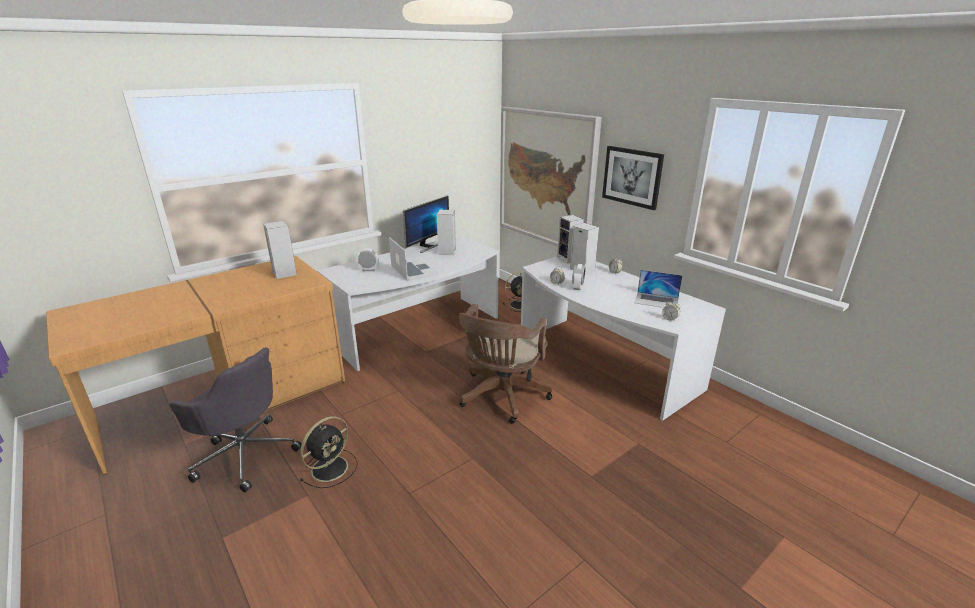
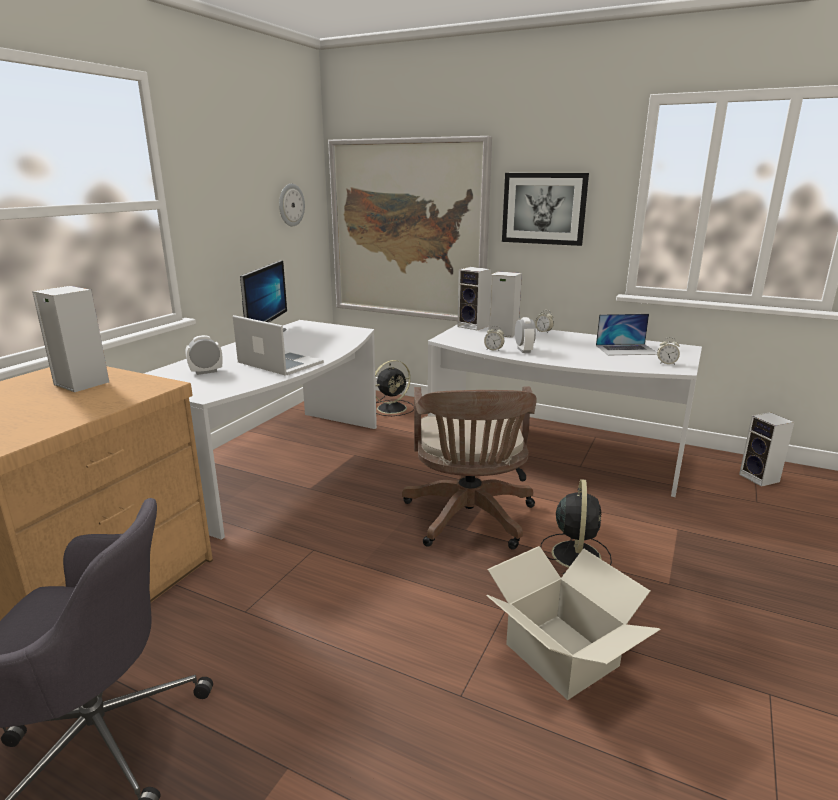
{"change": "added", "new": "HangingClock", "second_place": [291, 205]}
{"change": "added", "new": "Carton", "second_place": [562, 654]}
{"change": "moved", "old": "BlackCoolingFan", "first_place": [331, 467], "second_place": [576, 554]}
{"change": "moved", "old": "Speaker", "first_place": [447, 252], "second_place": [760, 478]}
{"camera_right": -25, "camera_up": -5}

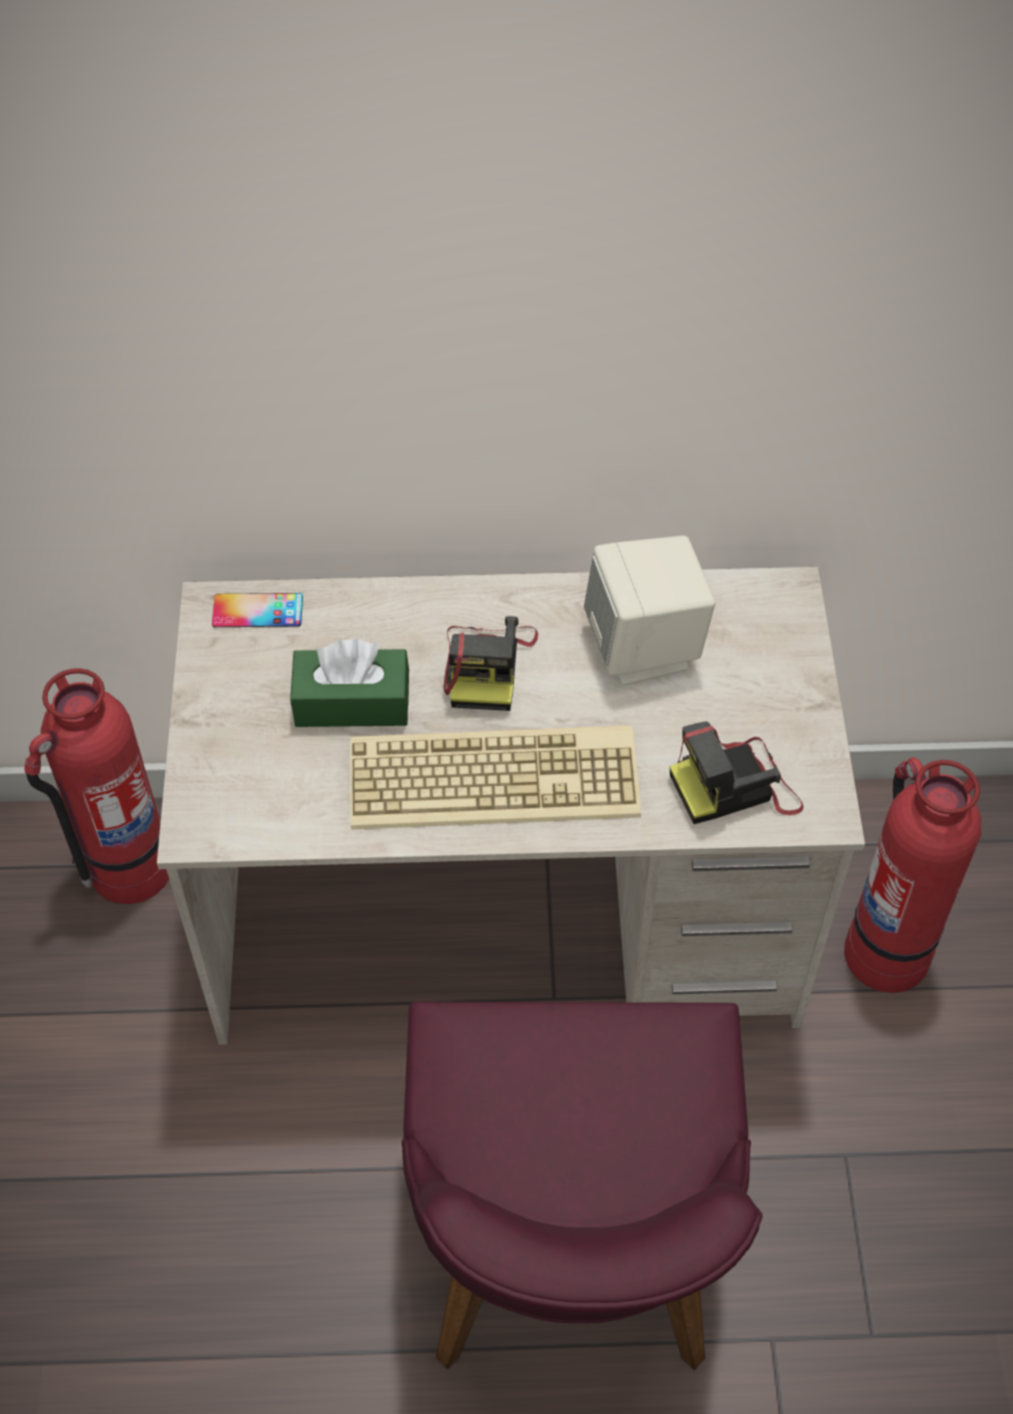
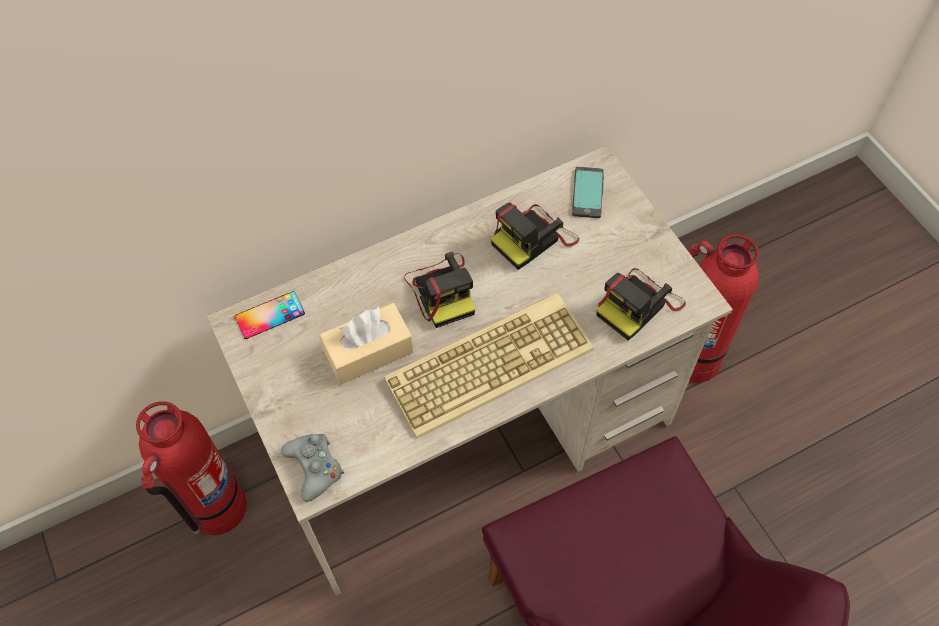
{"change": "added", "new": "GreyishGameController", "second_place": [314, 467]}
{"change": "recoloured", "old": "GreenTissueBox", "new": "SandColouredTissueBox", "first_place": [352, 702], "second_place": [368, 352]}
{"change": "replaced", "old": "SandColouredSpeaker", "new": "PhotoCamera", "first_place": [644, 648], "second_place": [533, 238]}
{"change": "added", "new": "Handset", "second_place": [588, 193]}
{"camera_right": -25, "camera_up": 5}

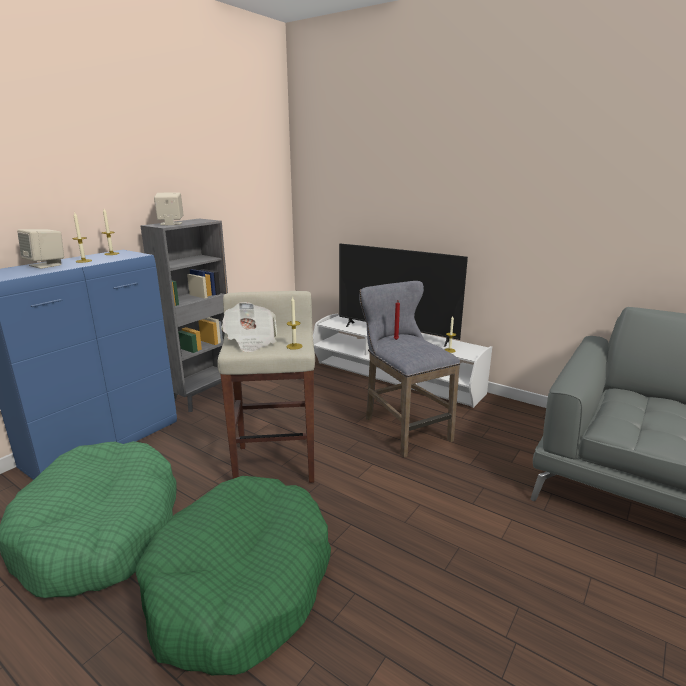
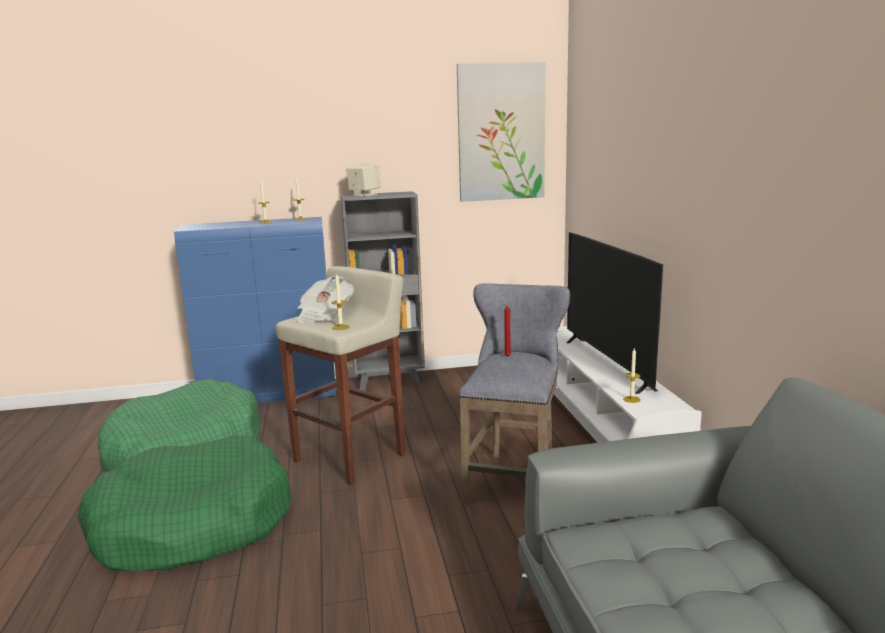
{"change": "added", "new": "WallArt", "second_place": [501, 132]}
{"change": "removed", "old": "SandColouredSpeaker", "first_place": [46, 265]}
{"camera_right": 45, "camera_up": -5}

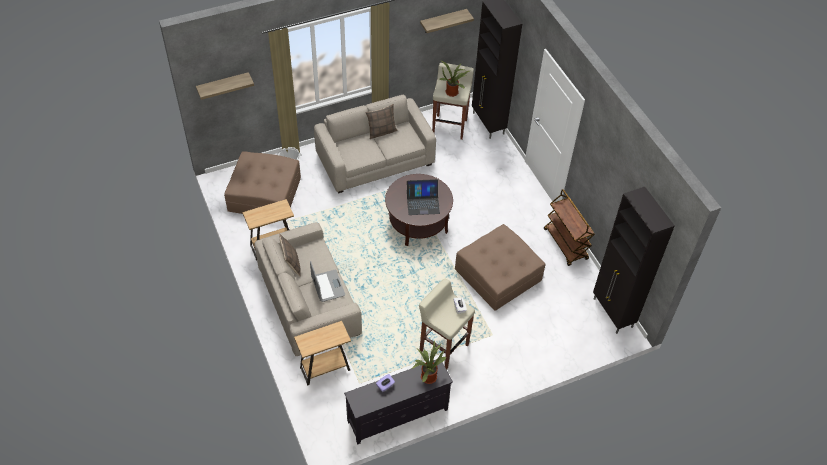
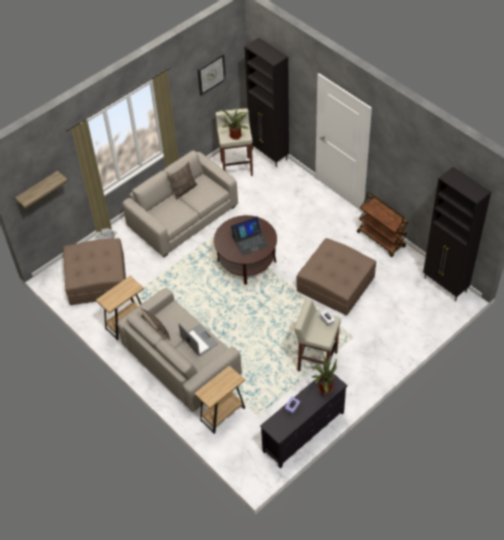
{"change": "replaced", "old": "WallShelf", "new": "HangingClock", "first_place": [443, 21], "second_place": [211, 74]}
{"camera_right": -15, "camera_up": 0}

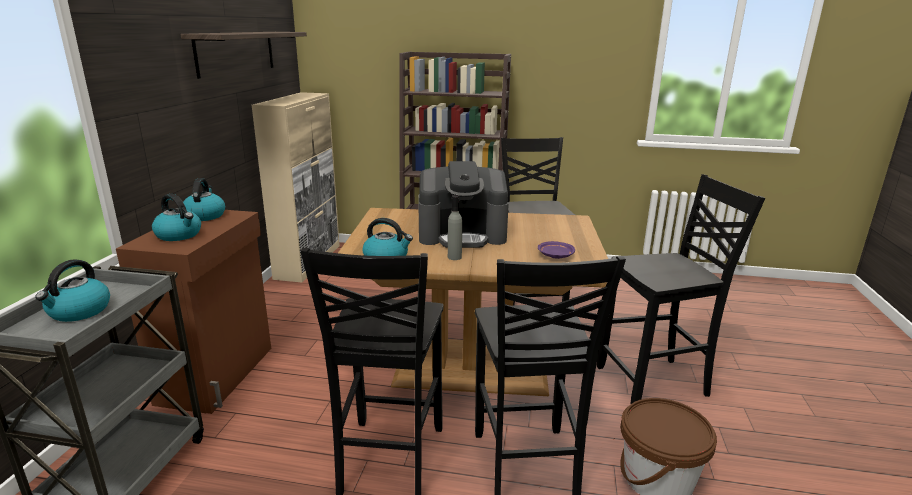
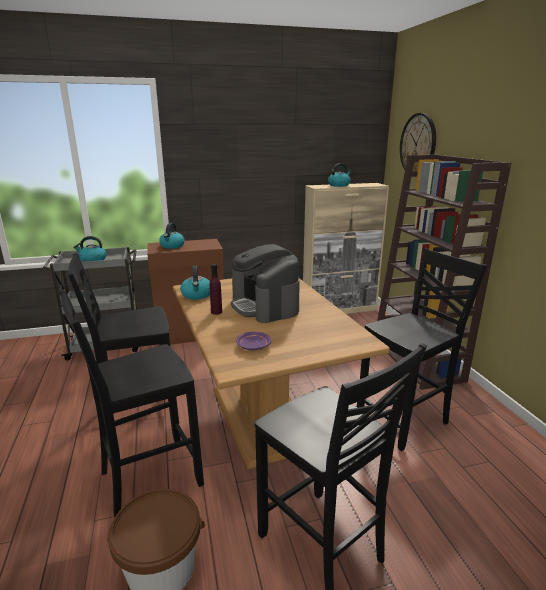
{"change": "recoloured", "old": "GreyishBeverageBottle", "new": "PurplishBeverageBottle", "first_place": [454, 257], "second_place": [216, 312]}
{"change": "moved", "old": "WaterKettle", "first_place": [205, 215], "second_place": [339, 185]}
{"change": "added", "new": "HangingClock", "second_place": [418, 144]}
{"change": "removed", "old": "WallShelf", "first_place": [236, 52]}
{"camera_right": 65, "camera_up": 0}

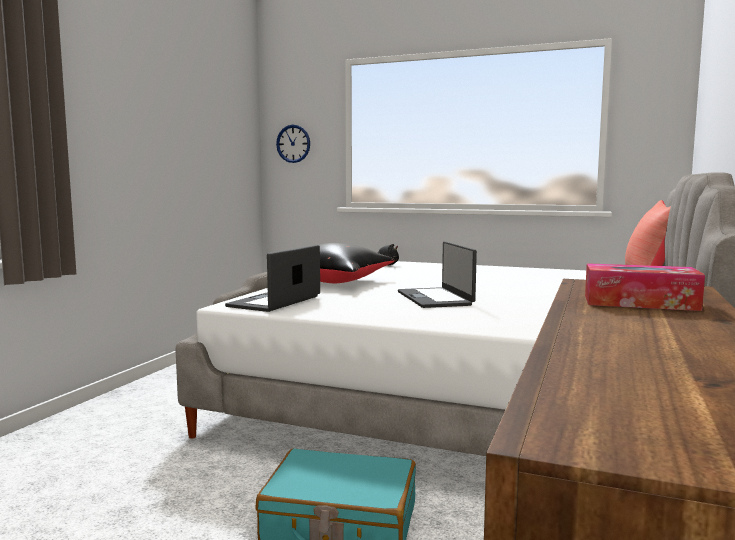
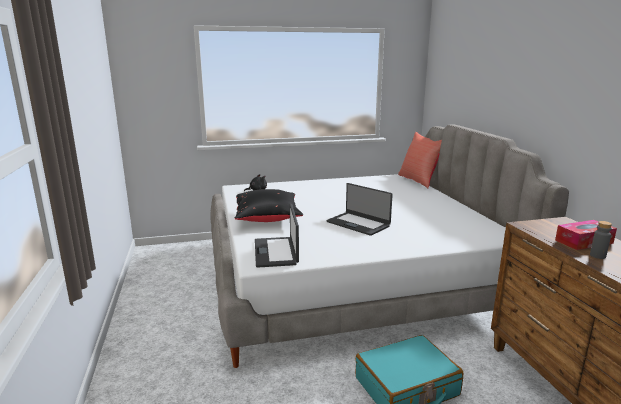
{"change": "added", "new": "GreyishBeverageBottle", "second_place": [597, 256]}
{"change": "removed", "old": "HangingClock", "first_place": [293, 143]}
{"camera_right": -35, "camera_up": 10}

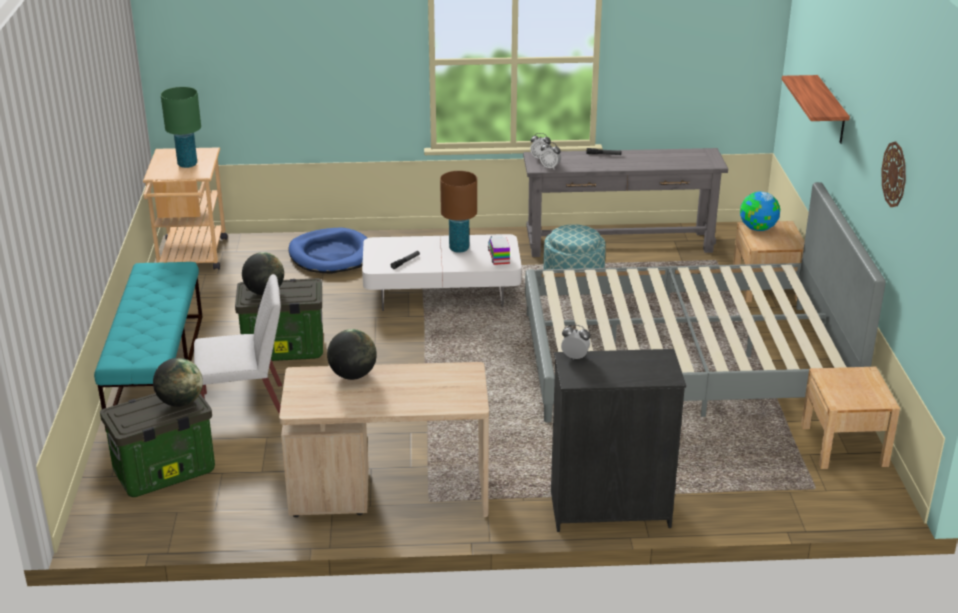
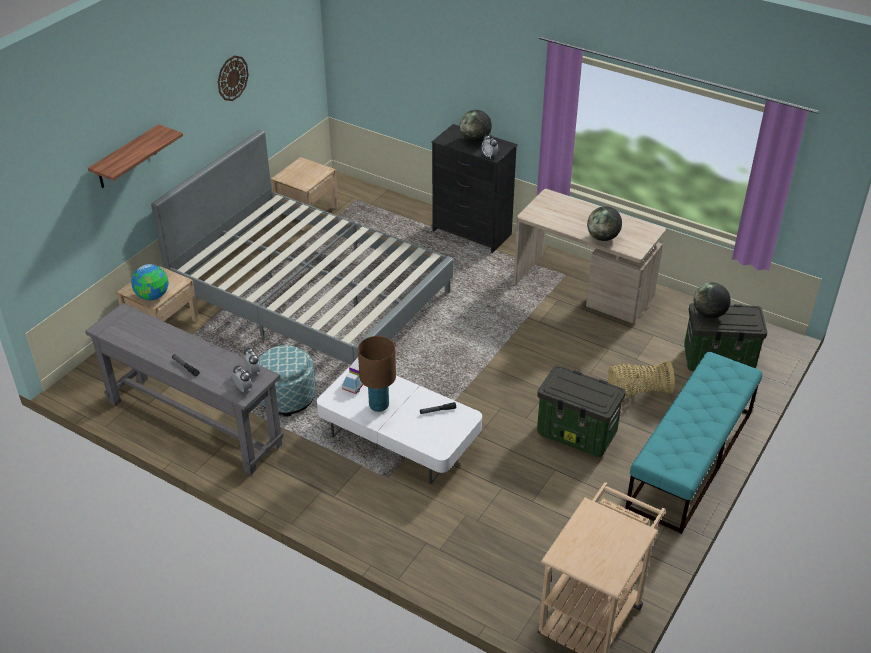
{"change": "moved", "old": "DeskGlobe", "first_place": [264, 292], "second_place": [475, 140]}
{"change": "replaced", "old": "WhitishUprightChair", "new": "Basket", "first_place": [245, 406], "second_place": [637, 391]}
{"change": "removed", "old": "GreenTabletopLamp", "first_place": [187, 164]}
{"change": "removed", "old": "BluishDogBed", "first_place": [331, 255]}
{"camera_right": -145, "camera_up": 10}

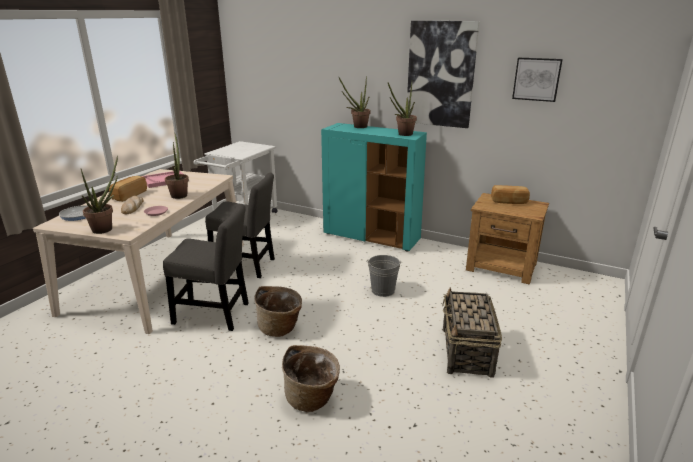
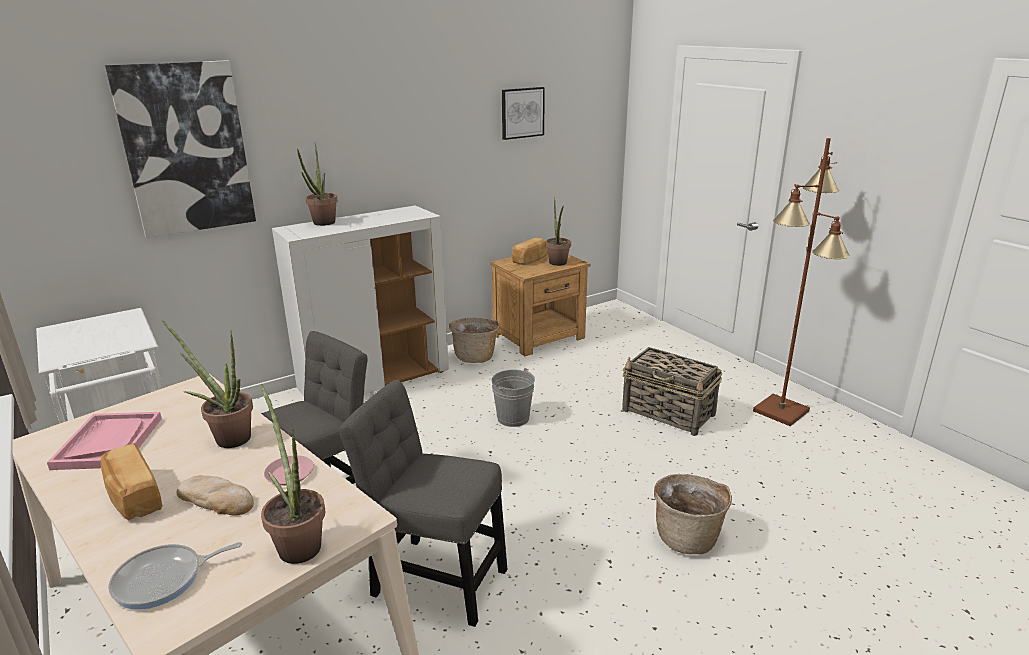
{"change": "moved", "old": "WallArt", "first_place": [440, 74], "second_place": [186, 149]}
{"change": "recoloured", "old": "TurquoiseColouredCupboard", "new": "WhitishCupboard", "first_place": [372, 237], "second_place": [375, 380]}
{"change": "turned", "old": "GreyishUprightChair", "first_place": [215, 314], "second_place": [434, 578], "degrees": -105}
{"change": "moved", "old": "Basket", "first_place": [280, 327], "second_place": [475, 356]}
{"change": "moved", "old": "PlantInAPot", "first_place": [402, 134], "second_place": [558, 264]}
{"change": "added", "new": "BrownColouredStandardLamp", "second_place": [782, 411]}
{"camera_right": -60, "camera_up": 0}

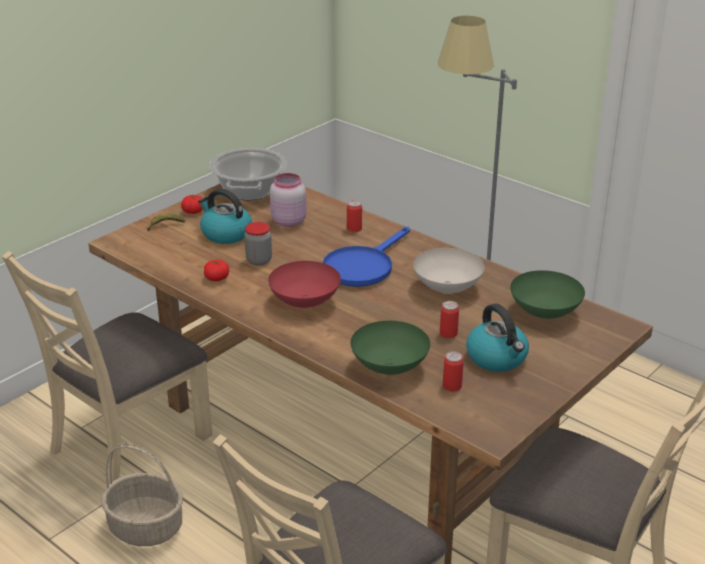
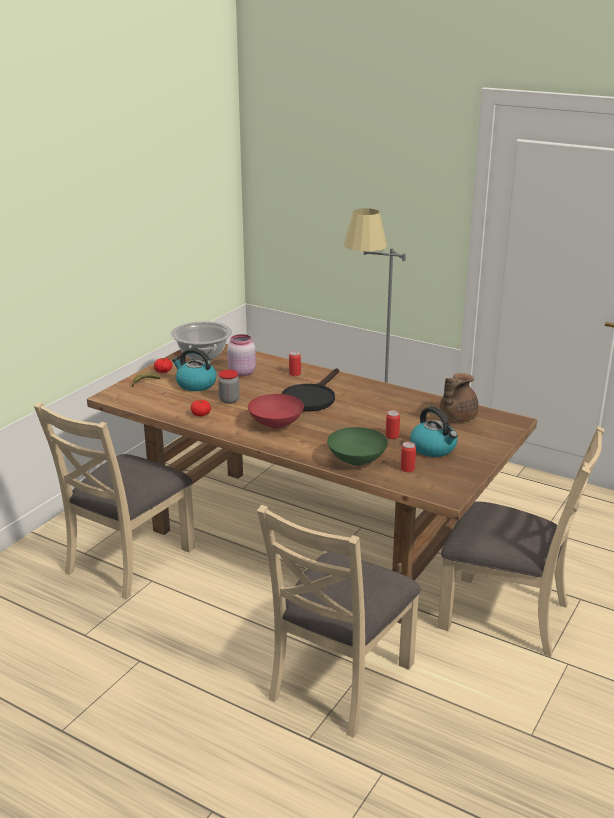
{"change": "recoloured", "old": "BluishPan", "new": "BlackPan", "first_place": [363, 266], "second_place": [311, 398]}
{"change": "replaced", "old": "GreenBowl", "new": "BrownColouredTeapot", "first_place": [543, 312], "second_place": [456, 416]}
{"change": "removed", "old": "Basket", "first_place": [147, 527]}
{"change": "removed", "old": "WhitishBowl", "first_place": [446, 288]}
{"camera_right": -10, "camera_up": -5}

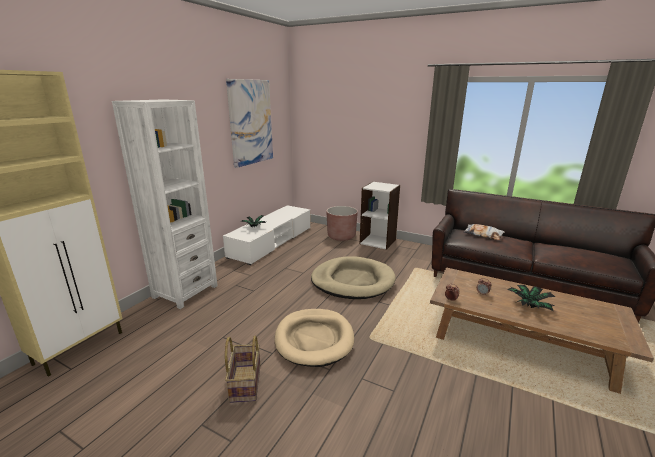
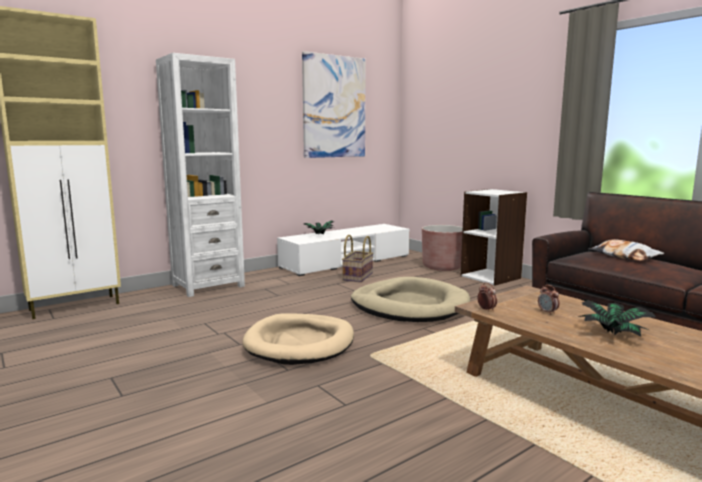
{"change": "moved", "old": "Basket", "first_place": [244, 383], "second_place": [357, 276]}
{"camera_right": 25, "camera_up": -10}

